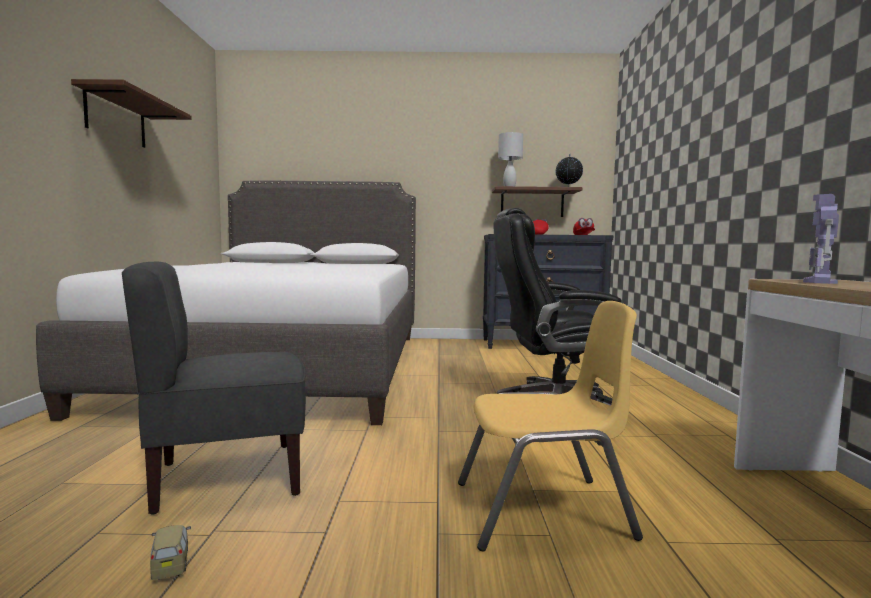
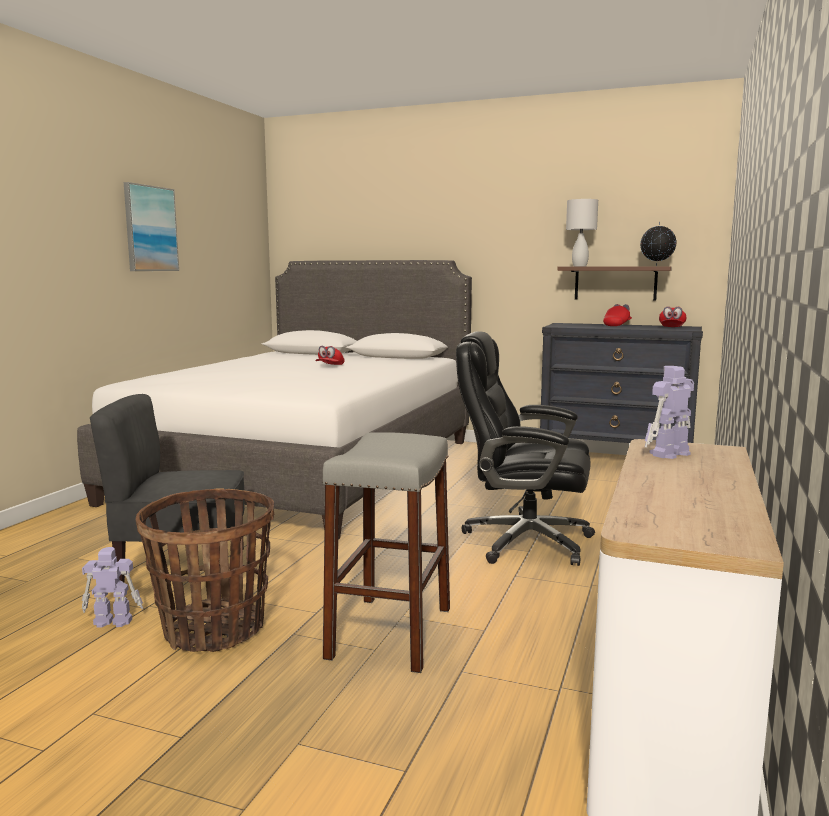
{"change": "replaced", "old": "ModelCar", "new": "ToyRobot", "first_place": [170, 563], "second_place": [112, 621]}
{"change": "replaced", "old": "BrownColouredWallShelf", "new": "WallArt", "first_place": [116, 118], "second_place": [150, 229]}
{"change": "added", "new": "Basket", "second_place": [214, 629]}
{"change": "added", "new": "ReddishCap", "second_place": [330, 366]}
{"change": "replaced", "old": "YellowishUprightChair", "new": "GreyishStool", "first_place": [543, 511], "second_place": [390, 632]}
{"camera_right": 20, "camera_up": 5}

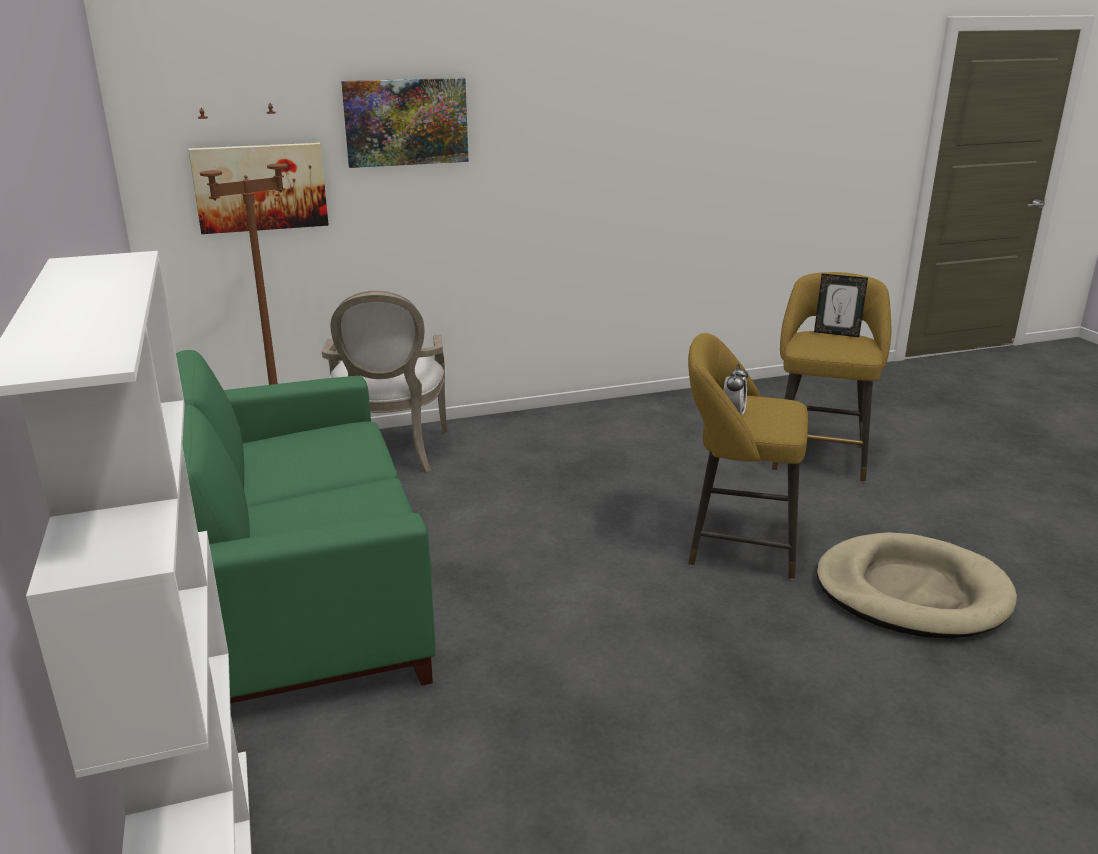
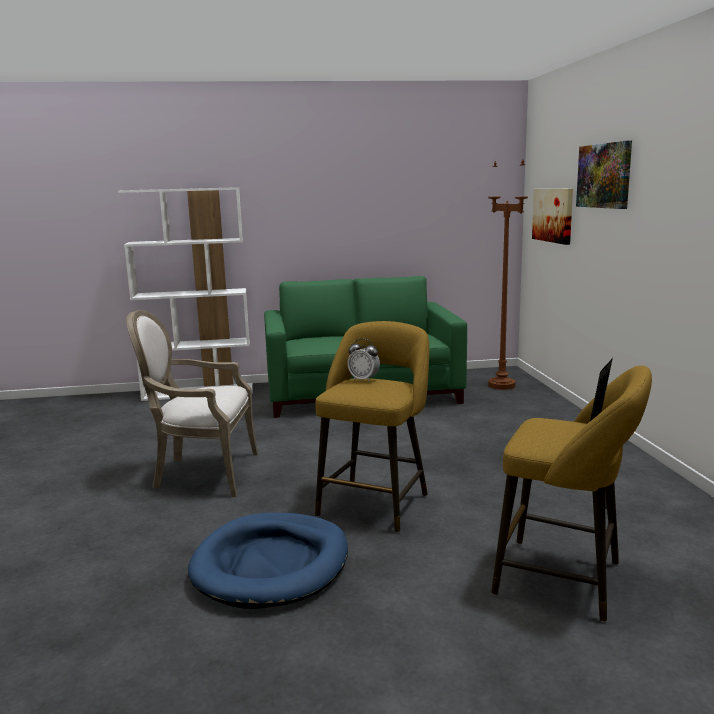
{"change": "moved", "old": "EasyChair", "first_place": [390, 455], "second_place": [201, 473]}
{"change": "recoloured", "old": "SandColouredDogBed", "new": "BluishDogBed", "first_place": [911, 592], "second_place": [271, 564]}
{"camera_right": 100, "camera_up": -10}

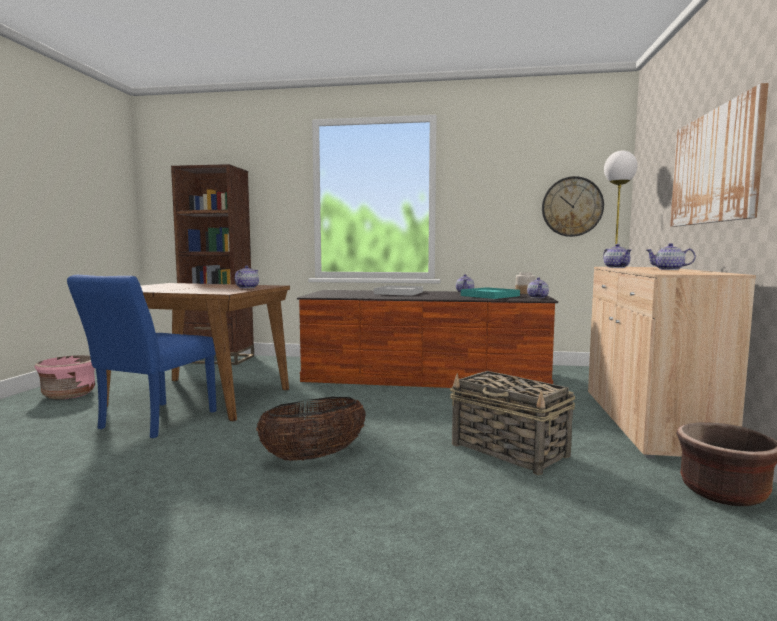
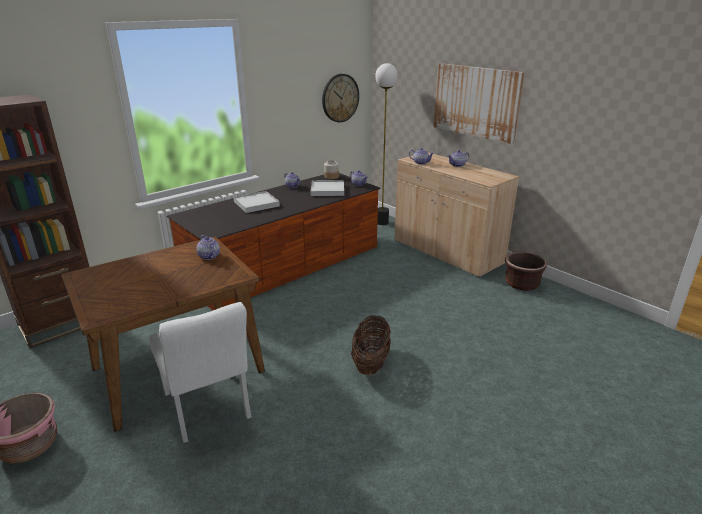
{"change": "recoloured", "old": "BluishUprightChair", "new": "WhitishUprightChair", "first_place": [152, 422], "second_place": [209, 410]}
{"change": "recoloured", "old": "TurquoiseColouredServingTray", "new": "WhitishServingTray", "first_place": [490, 296], "second_place": [327, 190]}
{"change": "removed", "old": "Basket", "first_place": [510, 451]}
{"camera_right": -50, "camera_up": 20}

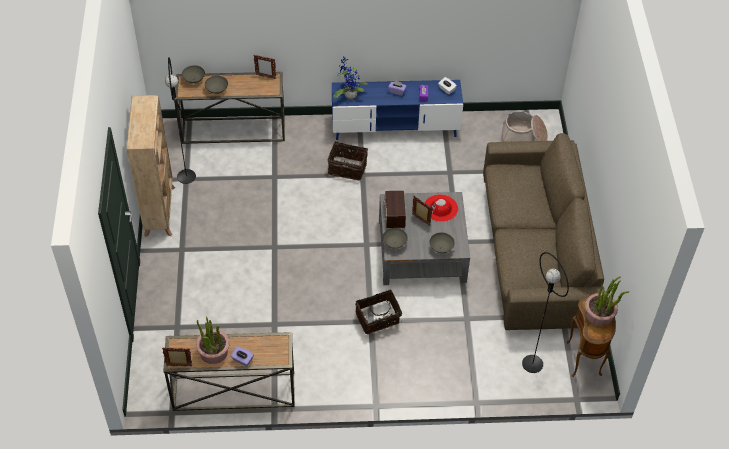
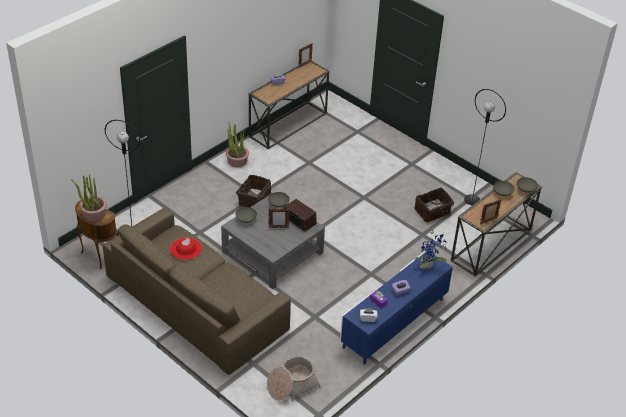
{"change": "moved", "old": "ReddishWearableHat", "first_place": [440, 208], "second_place": [185, 249]}
{"change": "moved", "old": "PlantInAPot", "first_place": [213, 352], "second_place": [237, 161]}
{"change": "moved", "old": "Basket", "first_place": [347, 167], "second_place": [432, 212]}
{"change": "removed", "old": "SandColouredBookshelf", "first_place": [160, 210]}
{"camera_right": 135, "camera_up": -10}

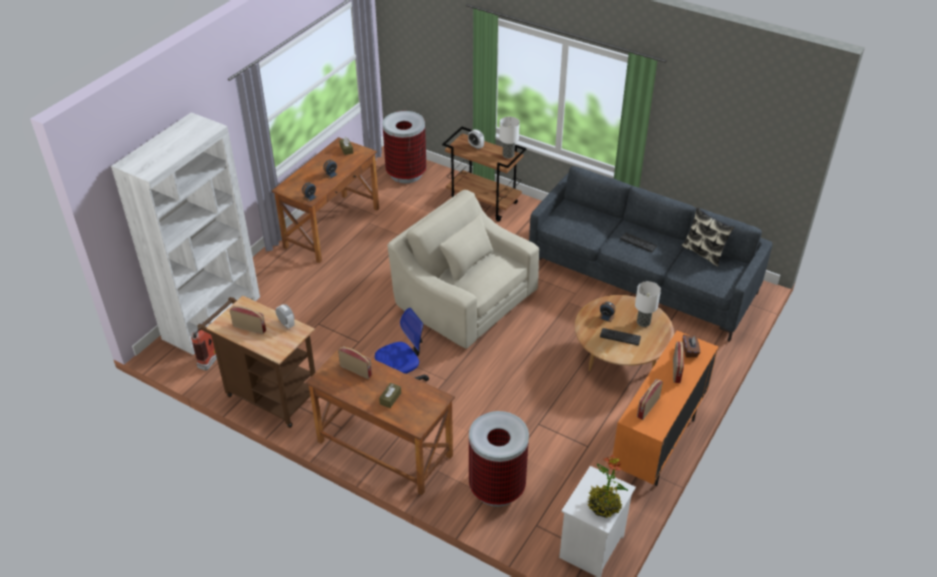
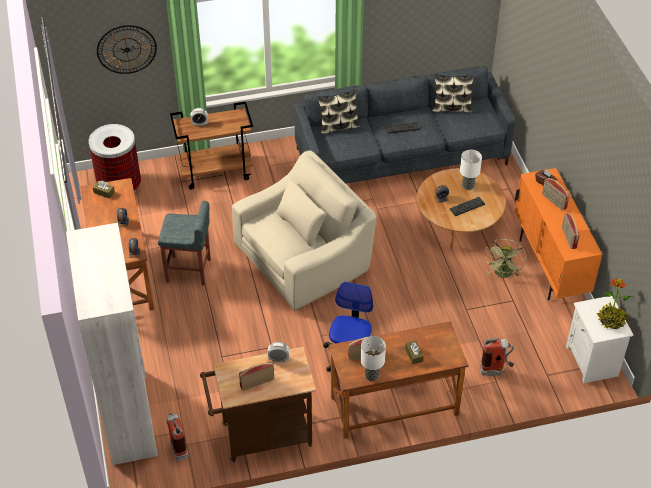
{"change": "added", "new": "HangingClock", "second_place": [126, 49]}
{"change": "added", "new": "GreyishStool", "second_place": [189, 271]}
{"change": "turned", "old": "SandColouredEasyChair", "first_place": [464, 299], "second_place": [304, 258], "degrees": 150}
{"change": "added", "new": "Cushion", "second_place": [338, 126]}
{"change": "moved", "old": "TabletopLamp", "first_place": [508, 155], "second_place": [372, 375]}
{"change": "replaced", "old": "RubbishBin", "new": "FireFightingCylinder", "first_place": [497, 488], "second_place": [496, 371]}
{"change": "added", "new": "GreenCoolingFan", "second_place": [503, 274]}
{"camera_right": -45, "camera_up": 5}

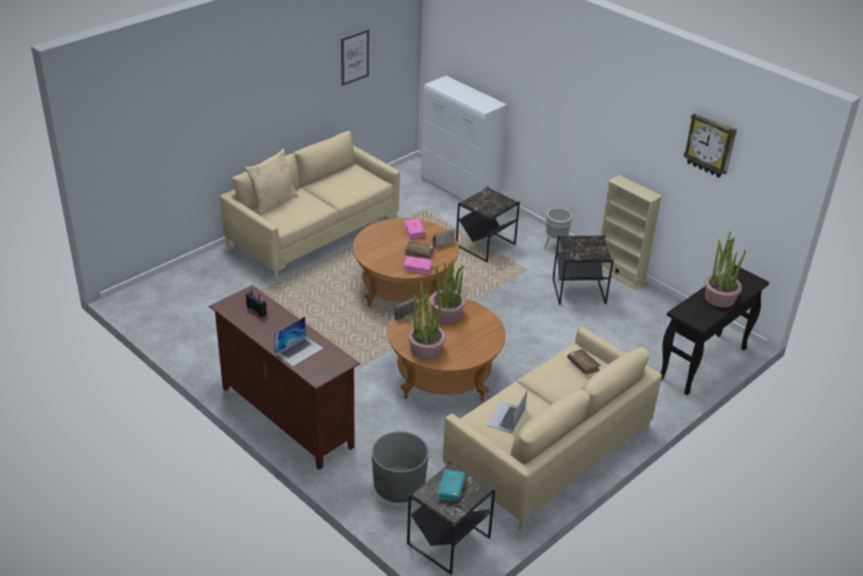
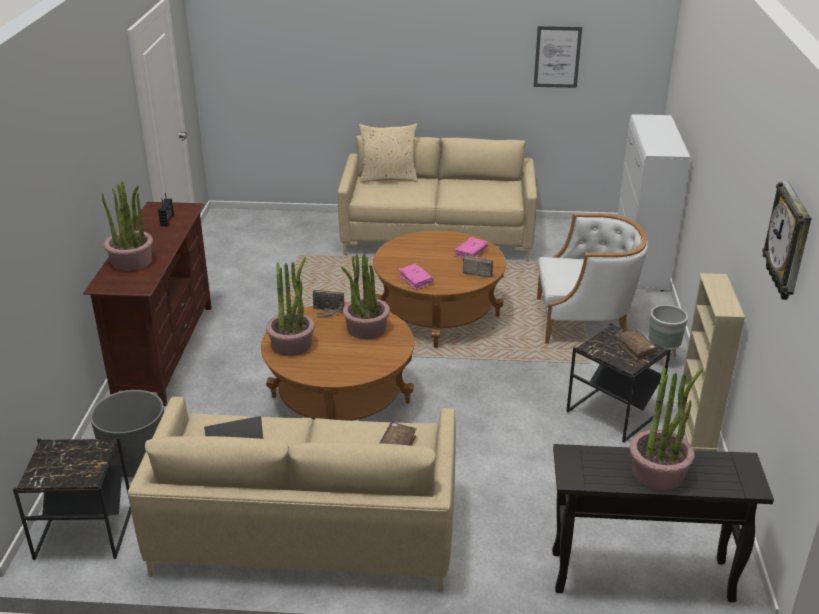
{"change": "replaced", "old": "PortableComputer", "new": "PlantInAPot", "first_place": [299, 350], "second_place": [132, 261]}
{"change": "replaced", "old": "BlackSideTable", "new": "WhitishEasyChair", "first_place": [486, 245], "second_place": [584, 321]}
{"change": "moved", "old": "BrownColouredVolume", "first_place": [419, 253], "second_place": [635, 349]}
{"change": "removed", "old": "TurquoiseColouredVolume", "first_place": [451, 489]}
{"camera_right": 50, "camera_up": -5}

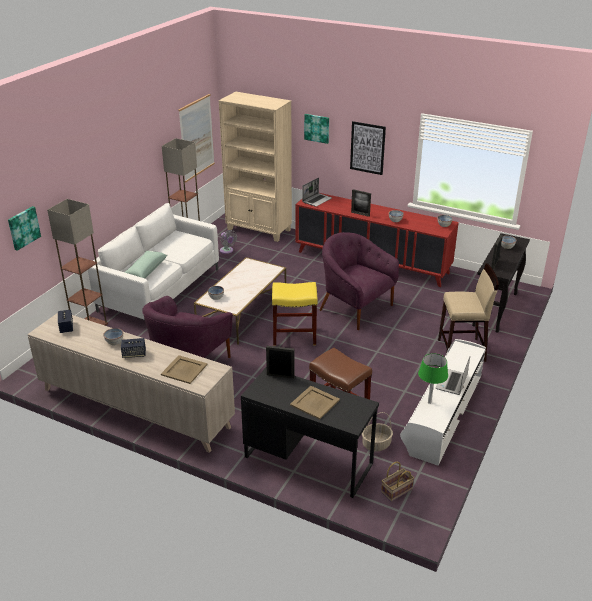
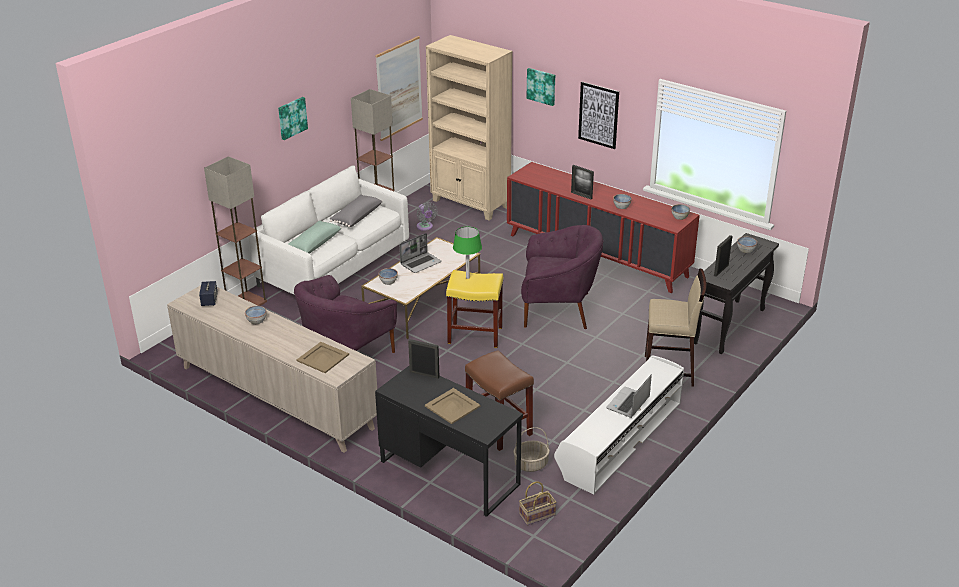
{"change": "moved", "old": "WallArt", "first_place": [23, 227], "second_place": [292, 118]}
{"change": "added", "new": "GreyishCushion", "second_place": [356, 217]}
{"change": "moved", "old": "PortableComputer", "first_place": [317, 200], "second_place": [421, 263]}
{"change": "moved", "old": "GreenTabletopLamp", "first_place": [429, 402], "second_place": [467, 277]}
{"change": "turned", "old": "PurplishEasyChair", "first_place": [355, 308], "second_place": [557, 309], "degrees": 135}
{"change": "removed", "old": "Speaker", "first_place": [134, 354]}
{"camera_right": 10, "camera_up": 0}

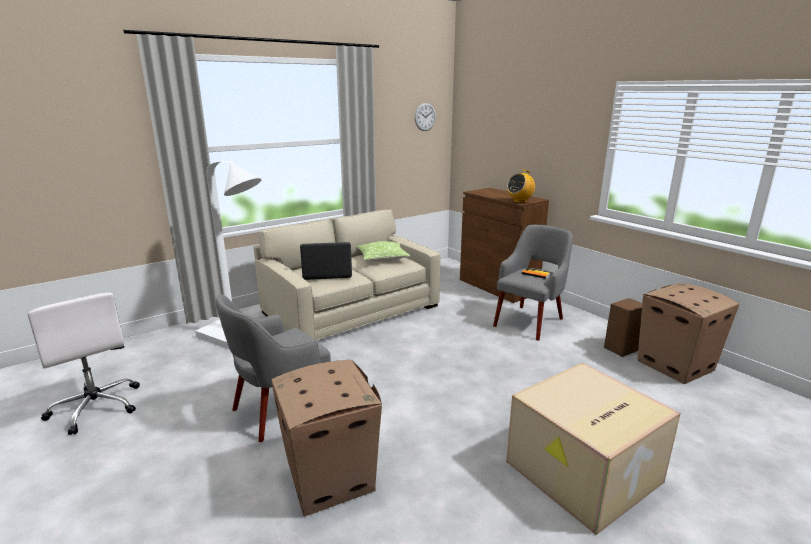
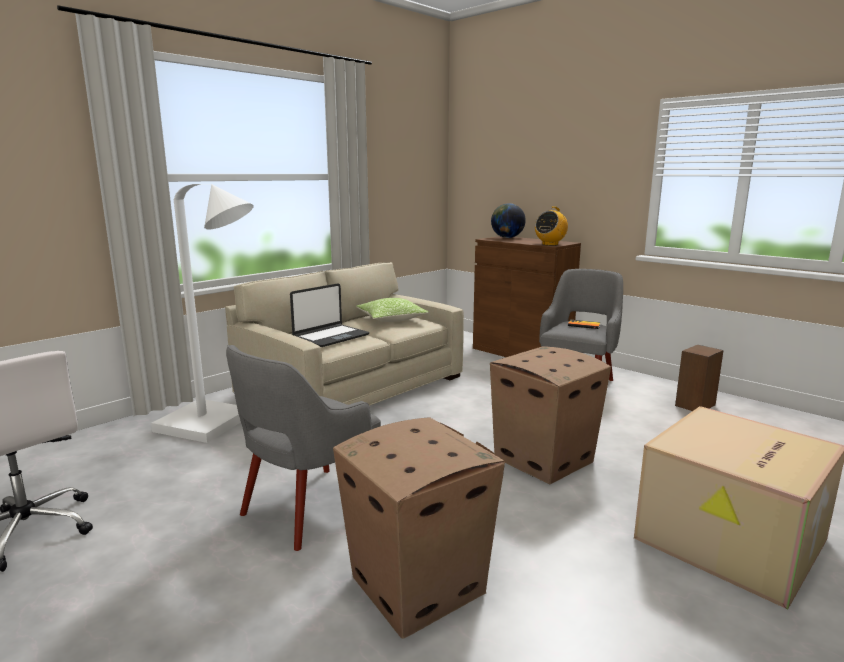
{"change": "turned", "old": "PortableComputer", "first_place": [327, 273], "second_place": [330, 336], "degrees": 150}
{"change": "moved", "old": "Carton", "first_place": [674, 366], "second_place": [542, 460]}
{"change": "added", "new": "DeskGlobe", "second_place": [507, 237]}
{"change": "removed", "old": "HangingClock", "first_place": [425, 117]}
{"camera_right": -10, "camera_up": -5}

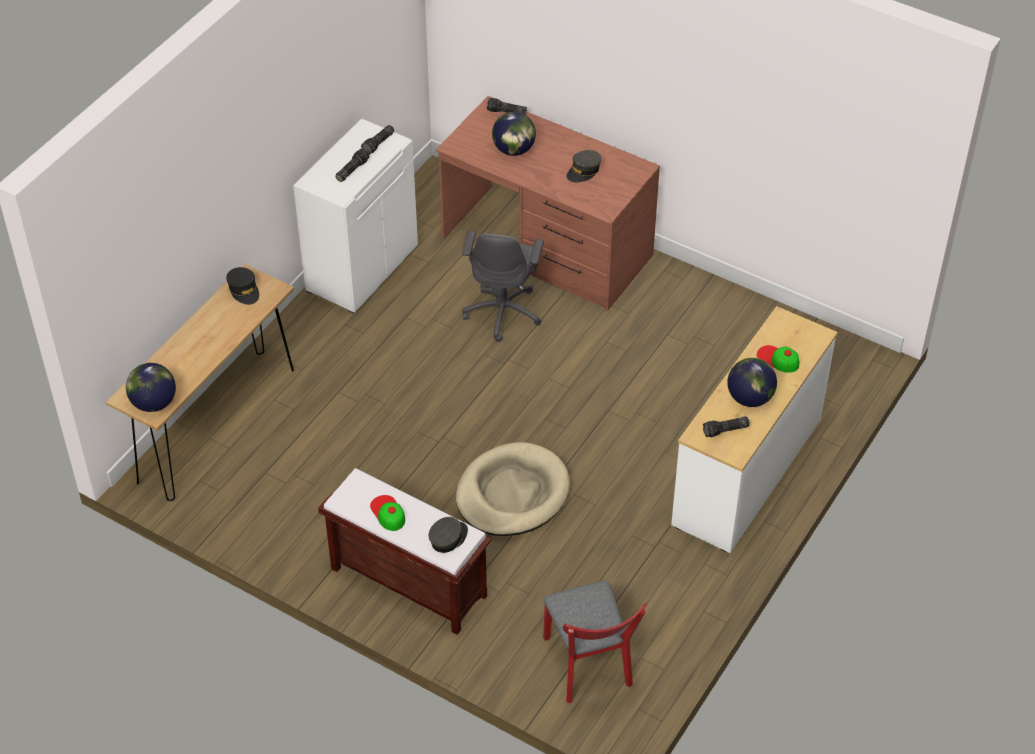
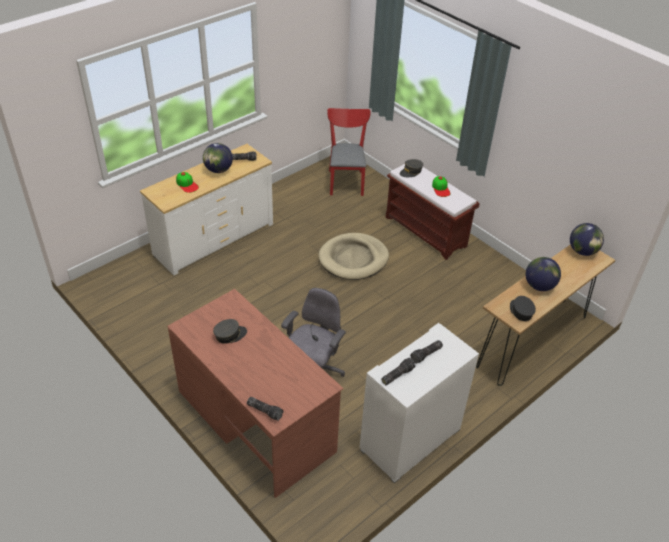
{"change": "moved", "old": "DeskGlobe", "first_place": [514, 150], "second_place": [539, 286]}
{"camera_right": -165, "camera_up": -5}

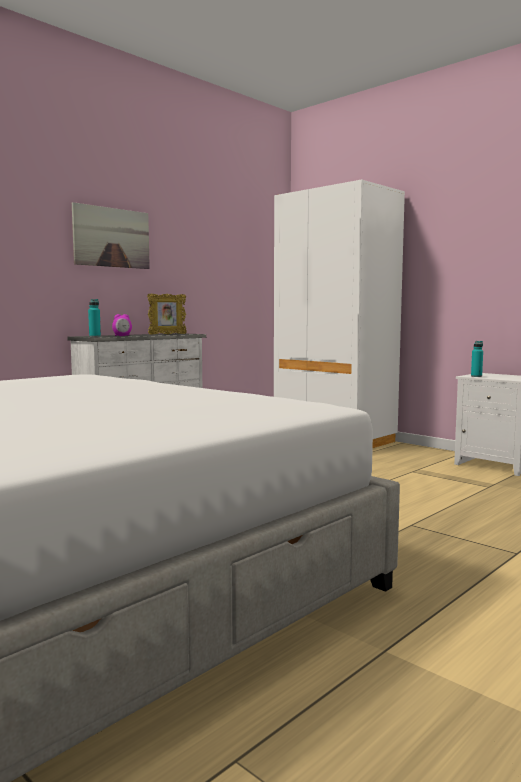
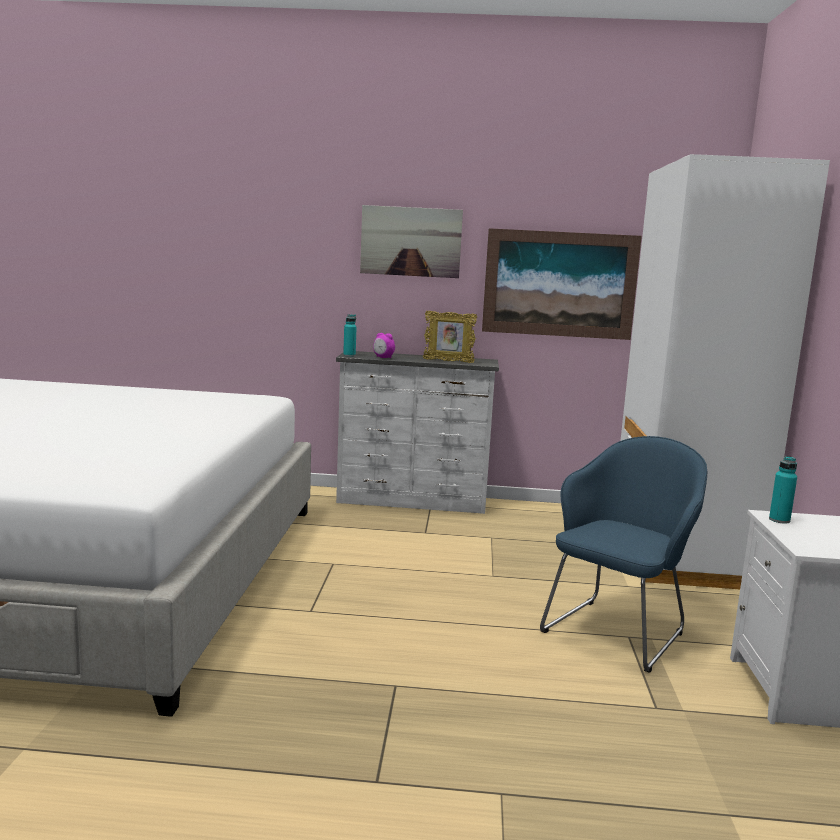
{"change": "added", "new": "WallArt", "second_place": [559, 284]}
{"change": "added", "new": "BluishEasyChair", "second_place": [618, 630]}
{"camera_right": 50, "camera_up": 5}

